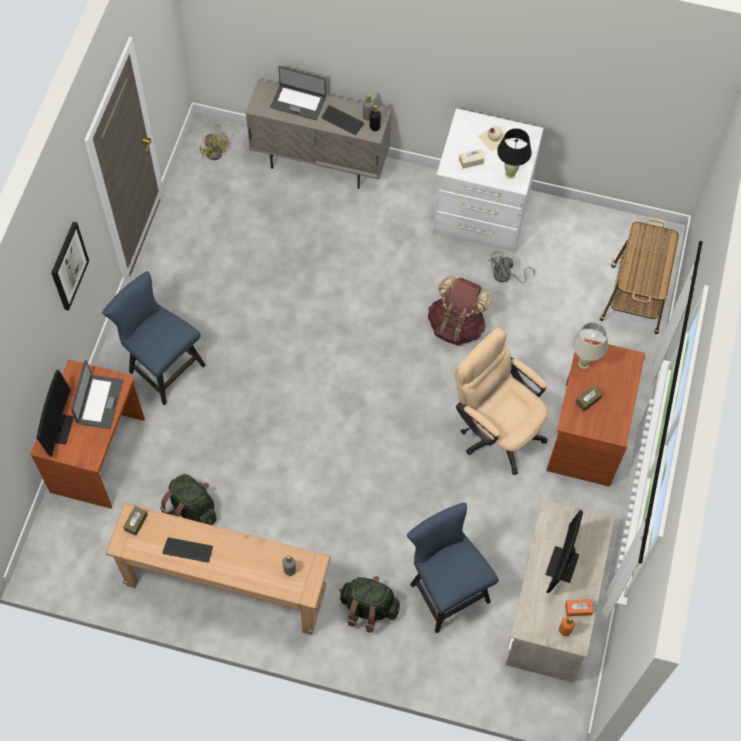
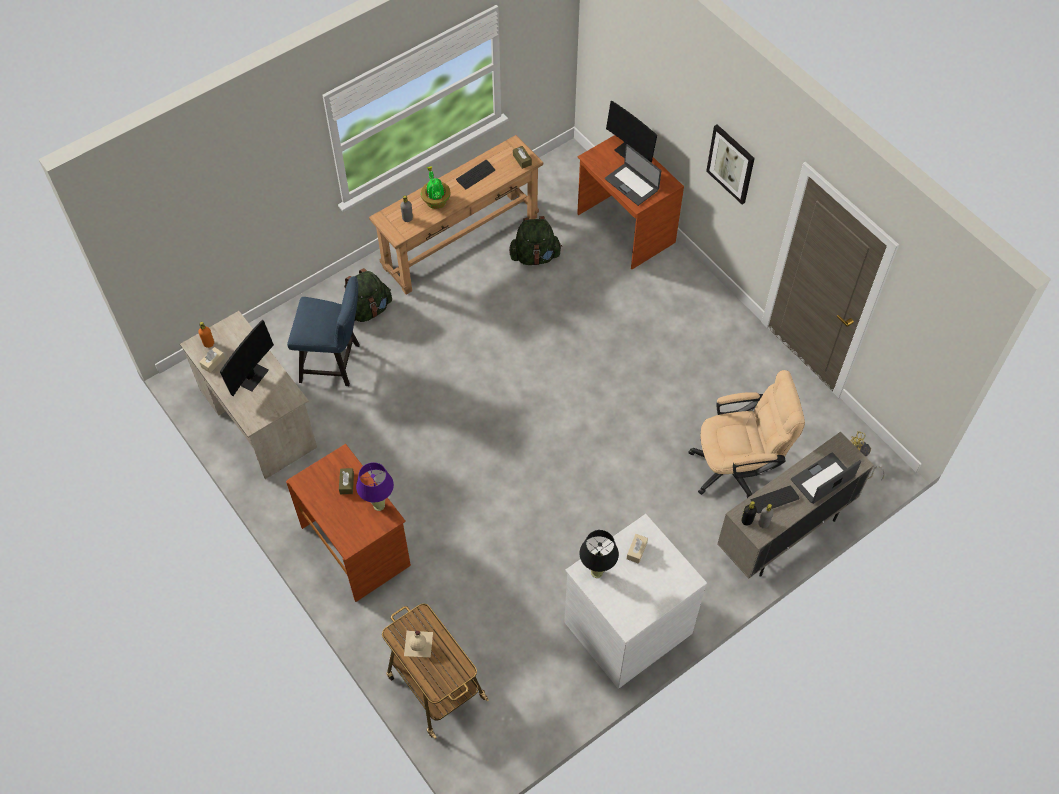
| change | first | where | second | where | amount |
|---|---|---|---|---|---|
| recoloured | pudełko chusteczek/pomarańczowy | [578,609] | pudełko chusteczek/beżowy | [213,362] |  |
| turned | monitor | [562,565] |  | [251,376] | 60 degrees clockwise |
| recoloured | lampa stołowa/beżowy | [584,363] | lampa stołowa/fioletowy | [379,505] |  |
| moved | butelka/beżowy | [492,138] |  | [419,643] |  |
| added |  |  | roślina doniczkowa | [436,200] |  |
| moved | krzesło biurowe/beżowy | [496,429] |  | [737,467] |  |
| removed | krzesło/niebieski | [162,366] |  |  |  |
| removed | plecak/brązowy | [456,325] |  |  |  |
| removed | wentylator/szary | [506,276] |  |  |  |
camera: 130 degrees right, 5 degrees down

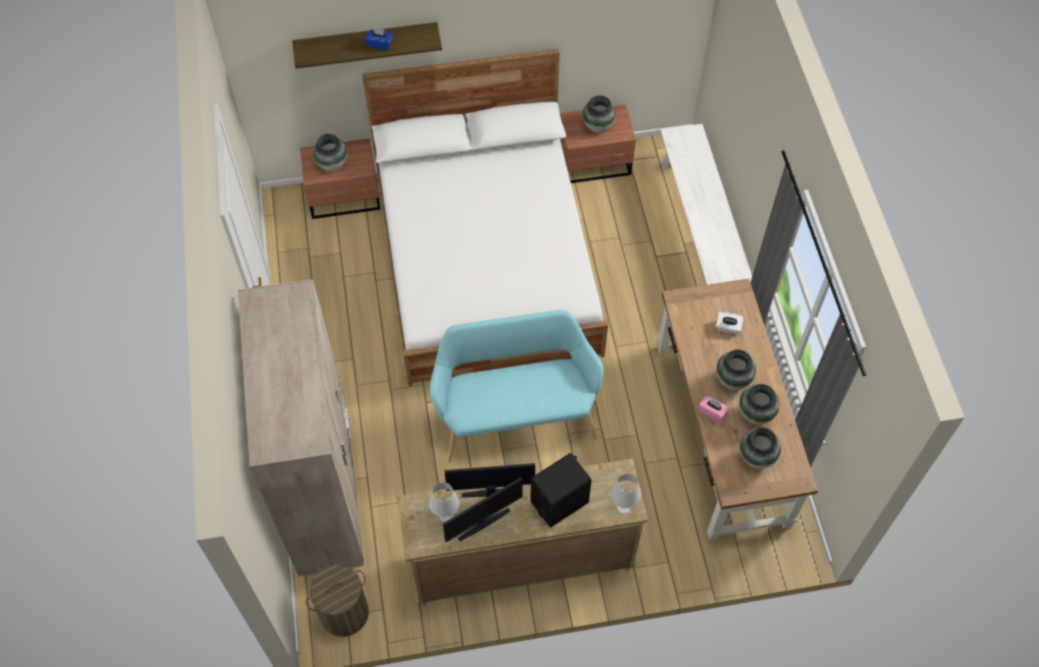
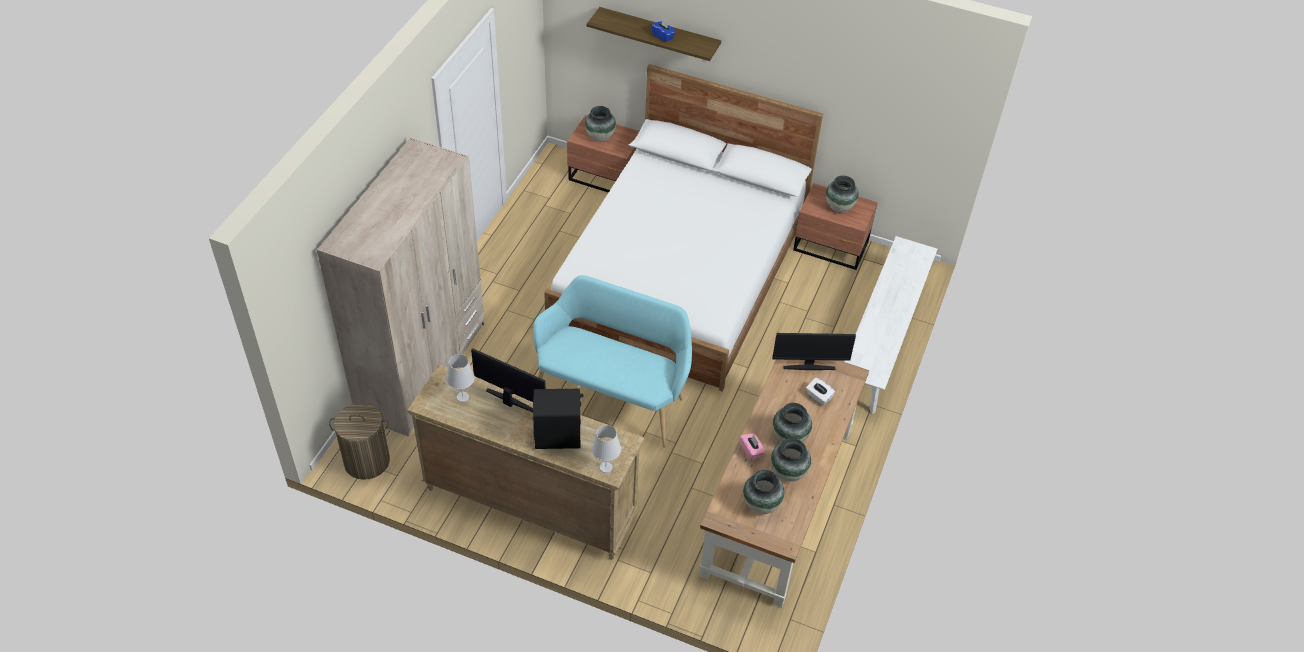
| change | first | where | second | where | amount |
|---|---|---|---|---|---|
| moved | monitor | [483,523] |  | [809,366] |  |
camera: 30 degrees right, 10 degrees down

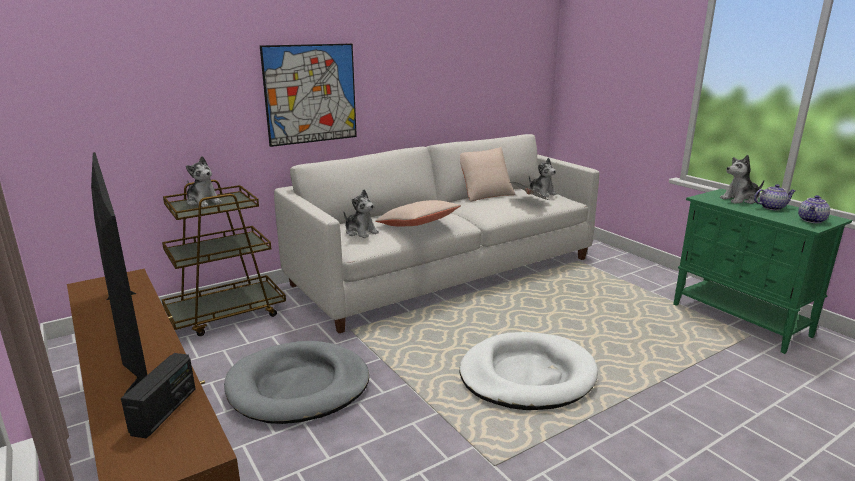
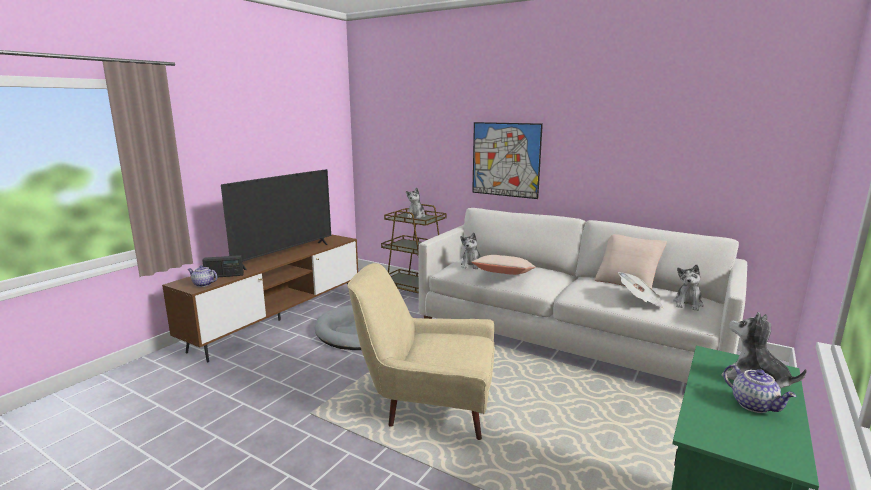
| change | first | where | second | where | amount |
|---|---|---|---|---|---|
| moved | imbryk | [812,220] |  | [203,284] |  |
| replaced | legowisko/biały | [527,375] | fotel/beżowy | [428,407] |  |
camera: 65 degrees right, 5 degrees down

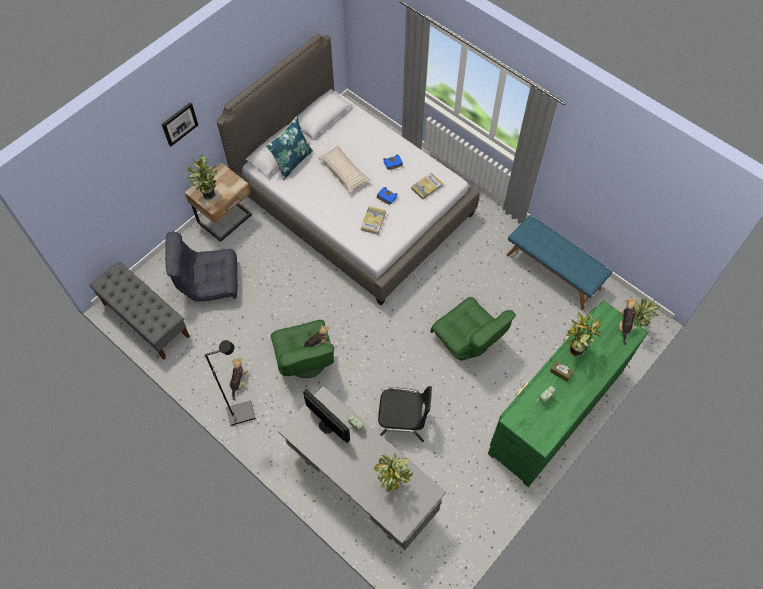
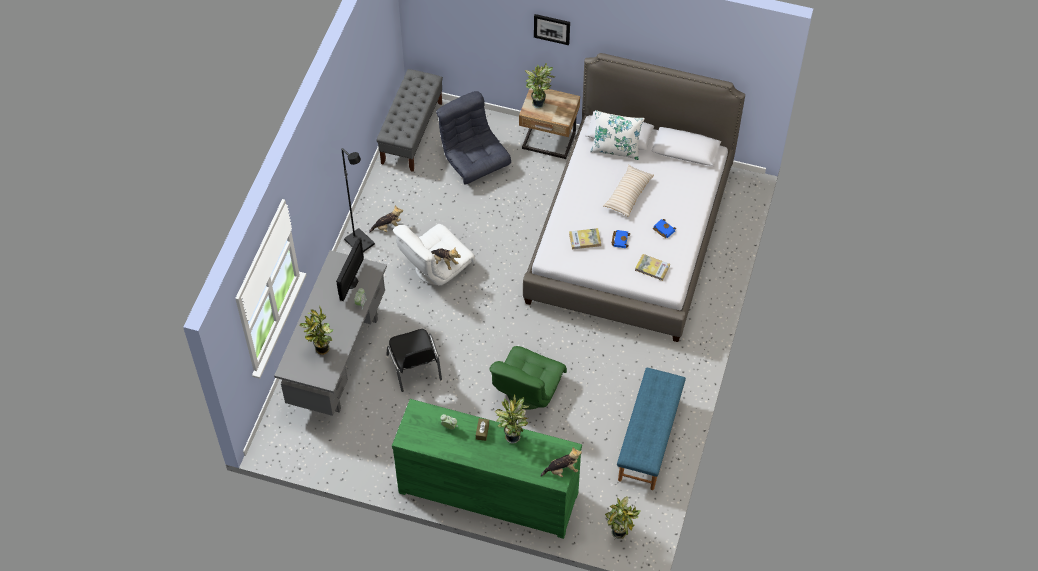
| change | first | where | second | where | amount |
|---|---|---|---|---|---|
| recoloured | fotel/zielony | [305,360] | fotel/biały | [435,267] |  |
| recoloured | poduszka/niebieski | [292,161] | poduszka/biały | [616,149] |  |
camera: 65 degrees right, 5 degrees down

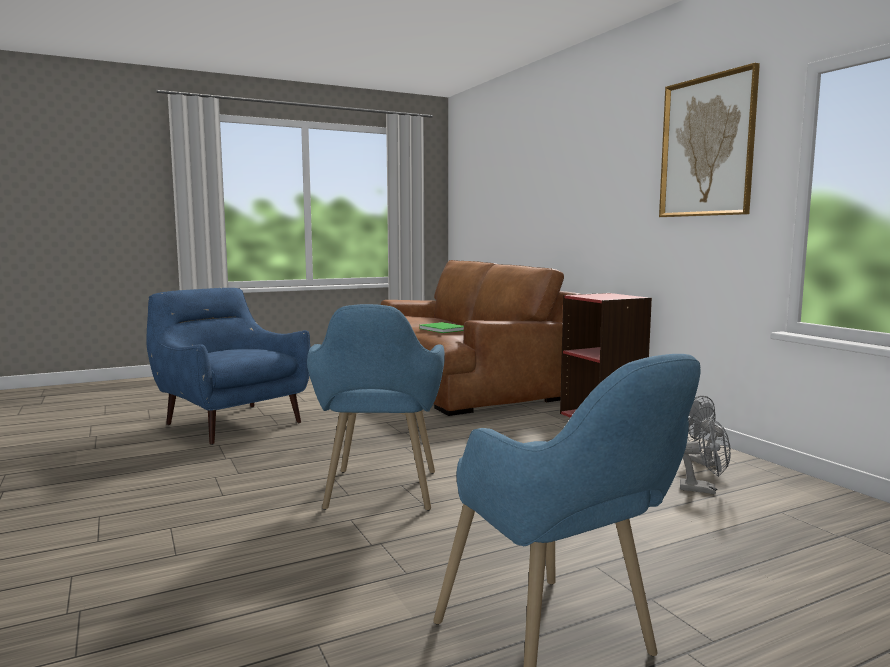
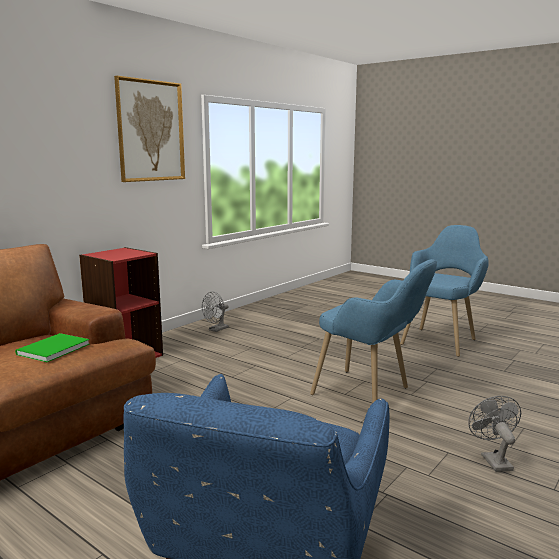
| change | first | where | second | where | amount |
|---|---|---|---|---|---|
| turned | fotel/niebieski | [380,497] |  | [371,395] | 60 degrees clockwise |
| moved | wentylator/szary | [704,489] |  | [493,460] |  |
camera: 115 degrees left, 5 degrees up

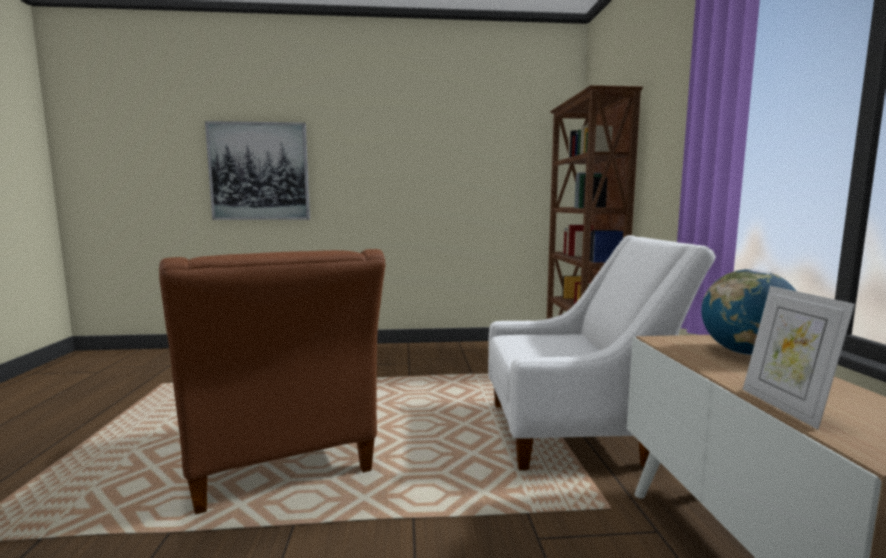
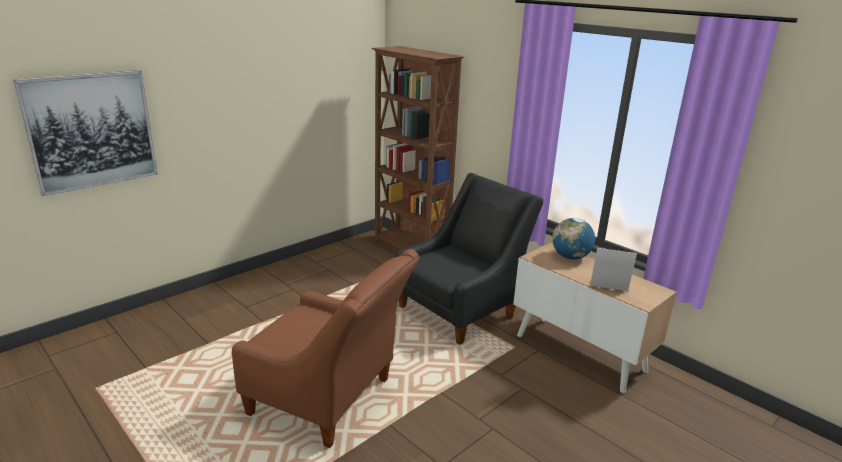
| change | first | where | second | where | amount |
|---|---|---|---|---|---|
| recoloured | fotel/biały | [577,432] | fotel/czarny | [462,309] |  |
| turned | ramka na zdjęcie | [785,407] |  | [609,290] | 150 degrees clockwise |
camera: 40 degrees left, 15 degrees up

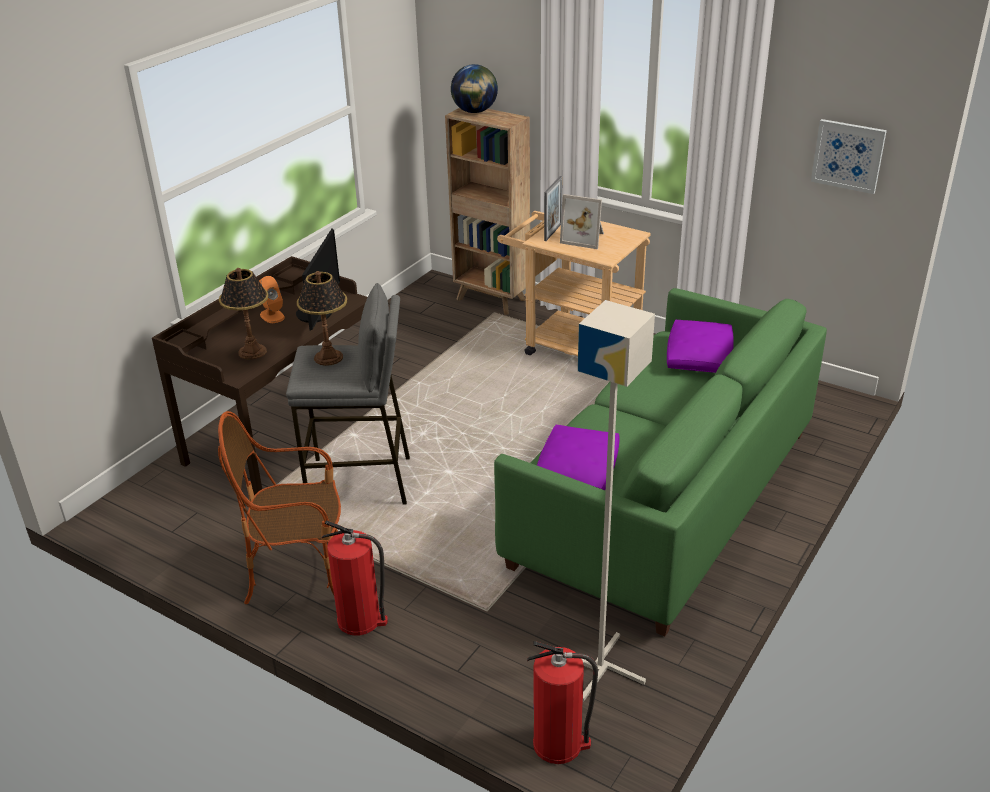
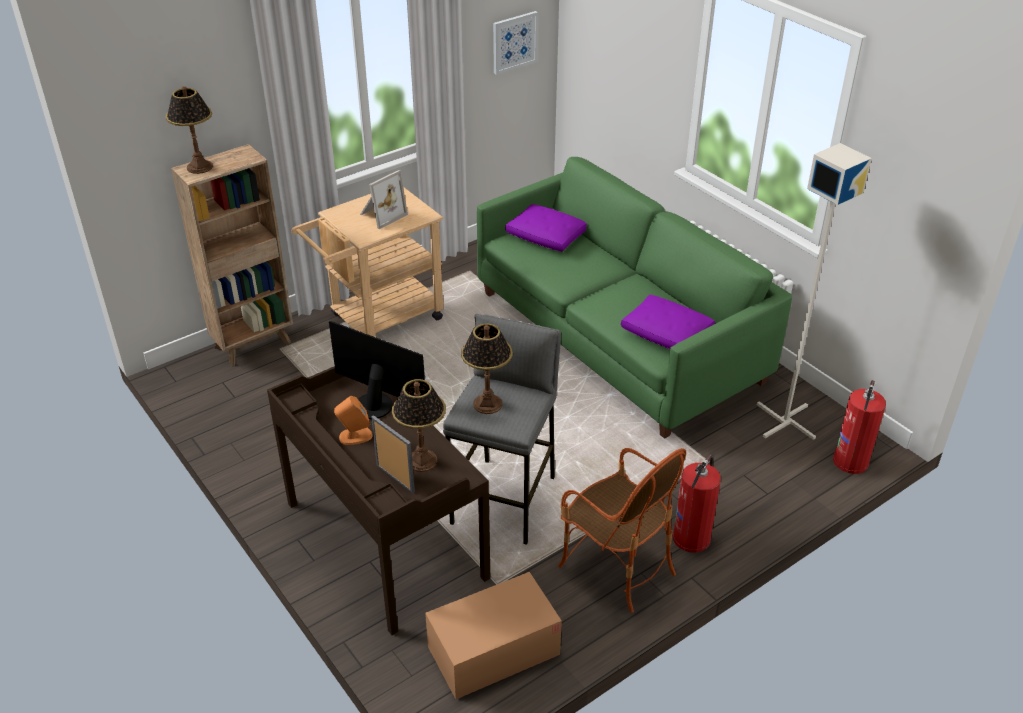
| change | first | where | second | where | amount |
|---|---|---|---|---|---|
| replaced | globus | [475,111] | lampa stołowa | [200,167] |  |
| moved | ramka na zdjęcie | [553,232] |  | [395,478] |  |
| added |  |  | karton | [493,650] |  |
| turned | fotel | [298,574] |  | [616,567] | 60 degrees counterclockwise |
camera: 70 degrees left, 5 degrees up

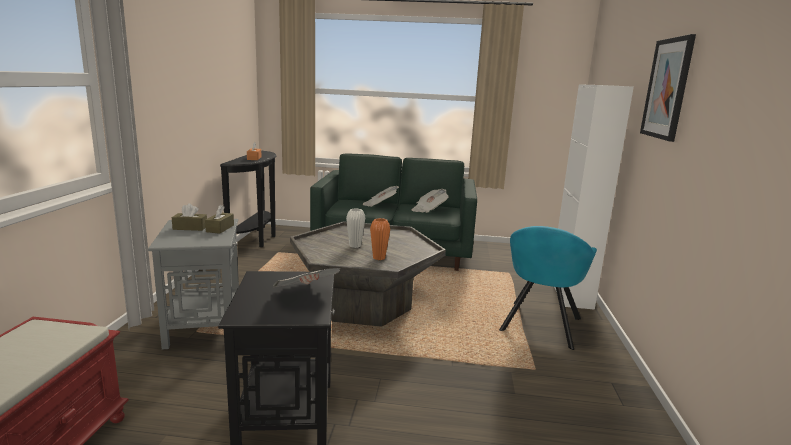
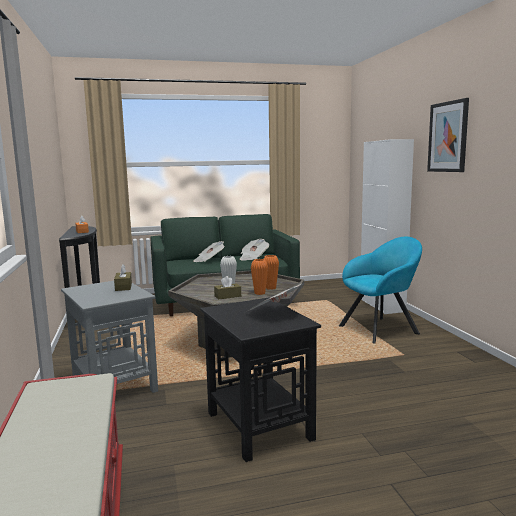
| change | first | where | second | where | amount |
|---|---|---|---|---|---|
| moved | pudełko chusteczek/brązowy | [190,228] |  | [227,296] |  |
| added |  |  | wazon/pomarańczowy | [271,288] |  |
| turned | fotel/turkusowy | [539,326] |  | [381,329] | 120 degrees counterclockwise |
camera: 20 degrees left, 5 degrees down

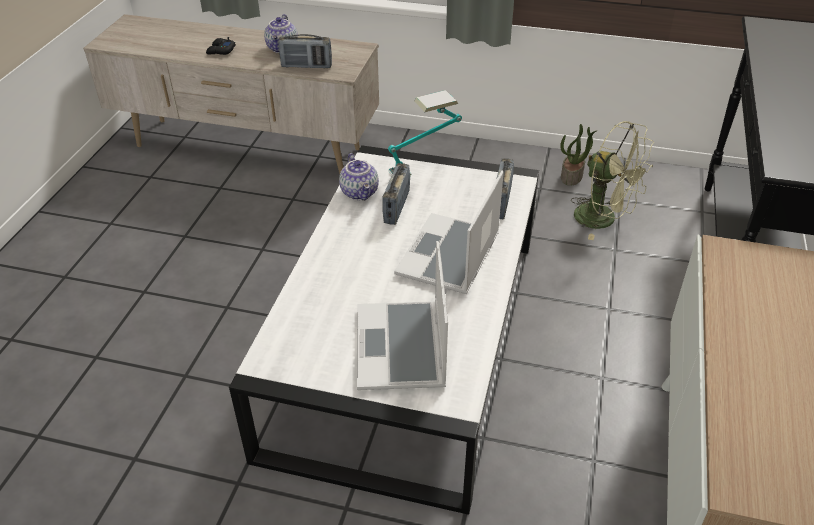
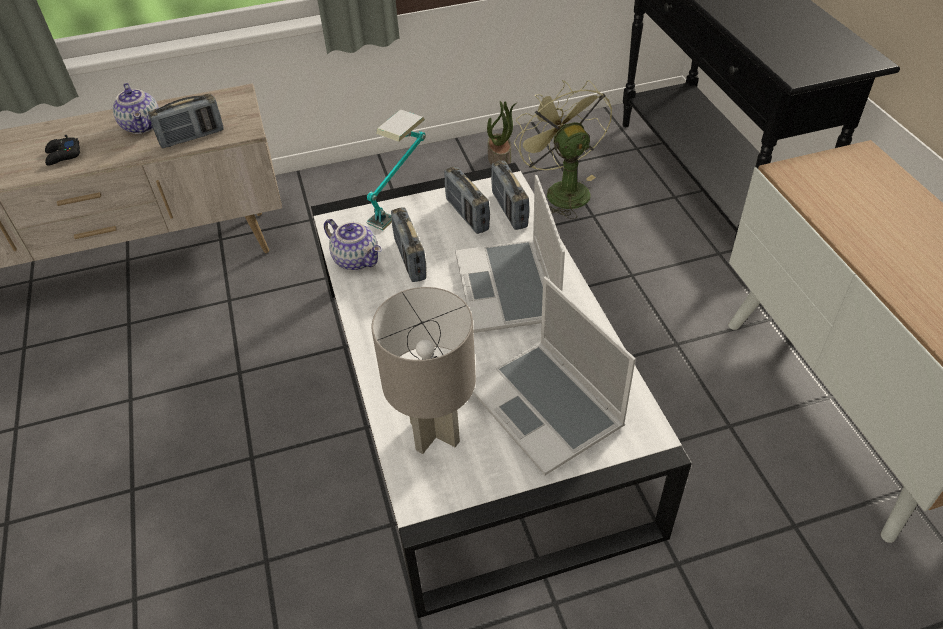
| change | first | where | second | where | amount |
|---|---|---|---|---|---|
| added |  |  | lampa stołowa/szary | [435,433] |  |
| added |  |  | radio | [467,215] |  |
| turned | wentylator/zielony | [604,220] |  | [561,190] | 120 degrees counterclockwise |
camera: 30 degrees left, 5 degrees up

